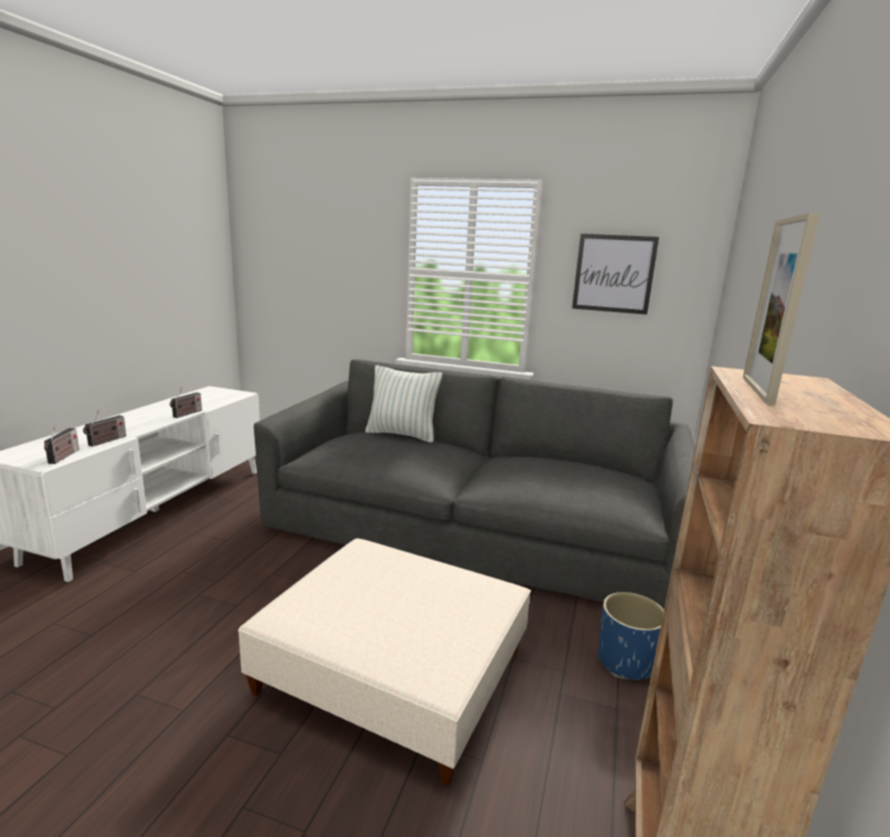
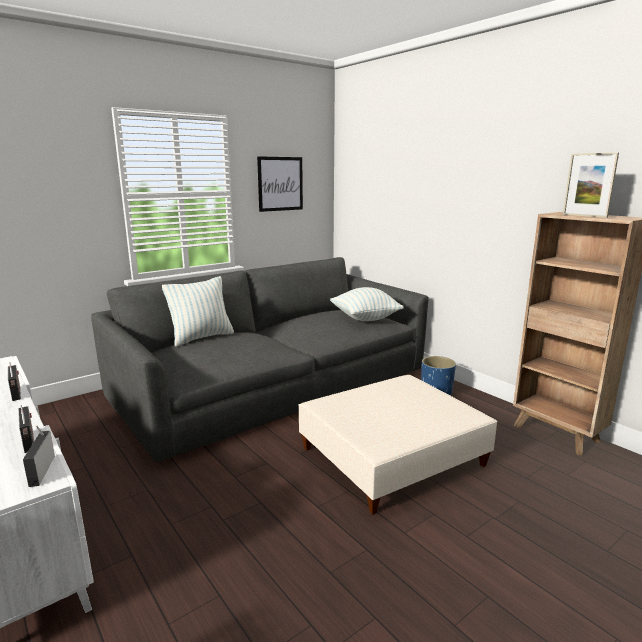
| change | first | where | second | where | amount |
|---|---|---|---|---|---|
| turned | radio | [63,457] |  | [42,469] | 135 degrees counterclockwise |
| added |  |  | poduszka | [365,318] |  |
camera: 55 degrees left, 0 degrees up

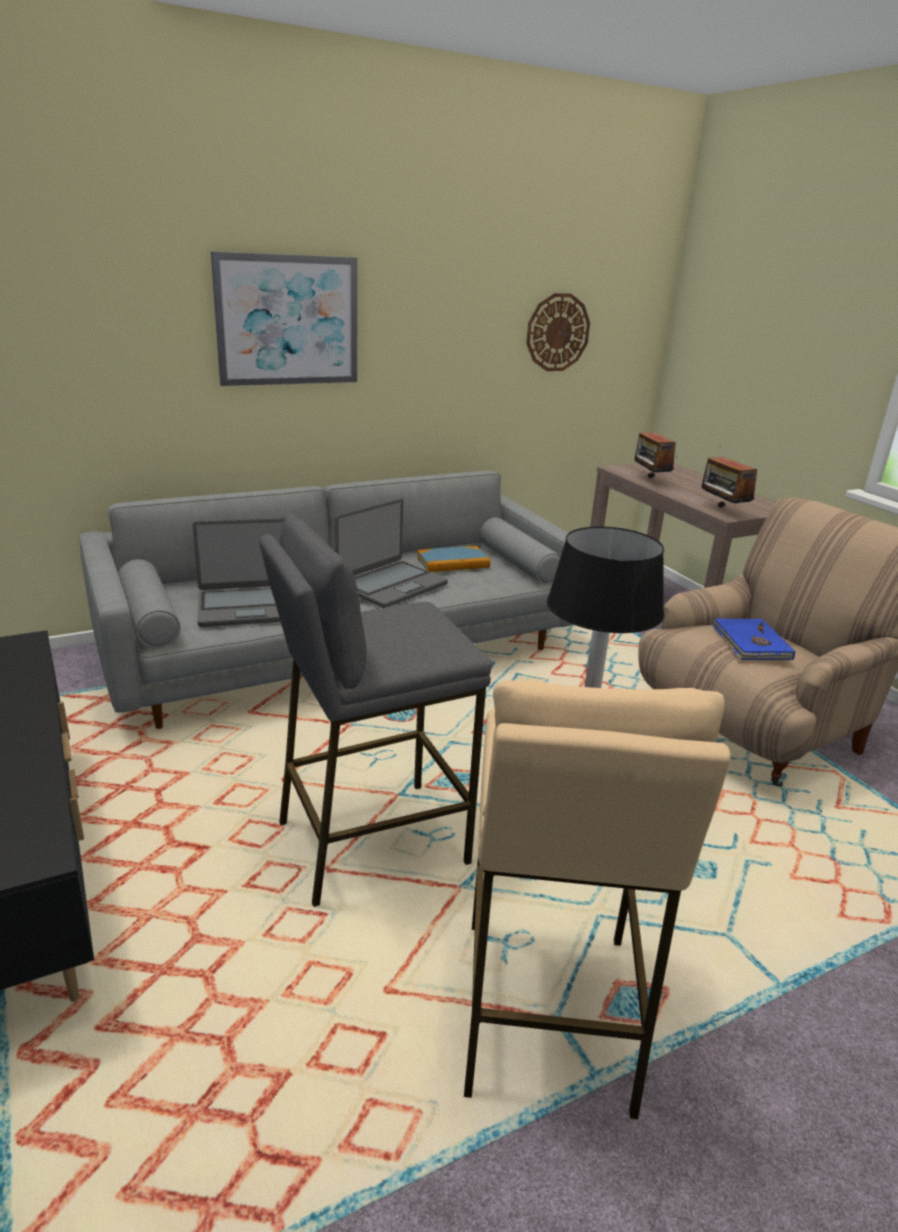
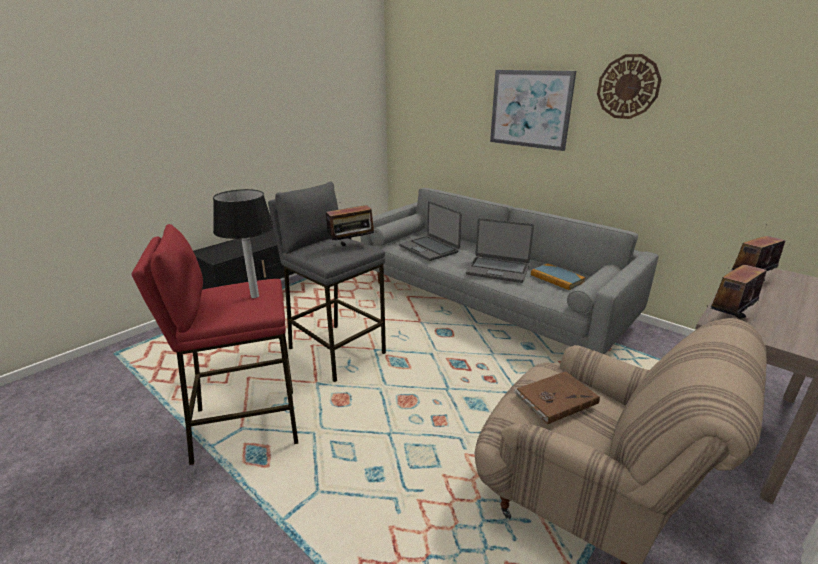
| change | first | where | second | where | amount |
|---|---|---|---|---|---|
| recoloured | stołek/beżowy | [546,1012] | stołek/czerwony | [245,425] |  |
| added |  |  | radio | [352,246] |  |
| recoloured | książka/niebieski | [750,643] | książka/brązowy | [555,399] |  |
| moved | zegar ścienny | [557,332] |  | [628,87] |  |
camera: 70 degrees right, 0 degrees up

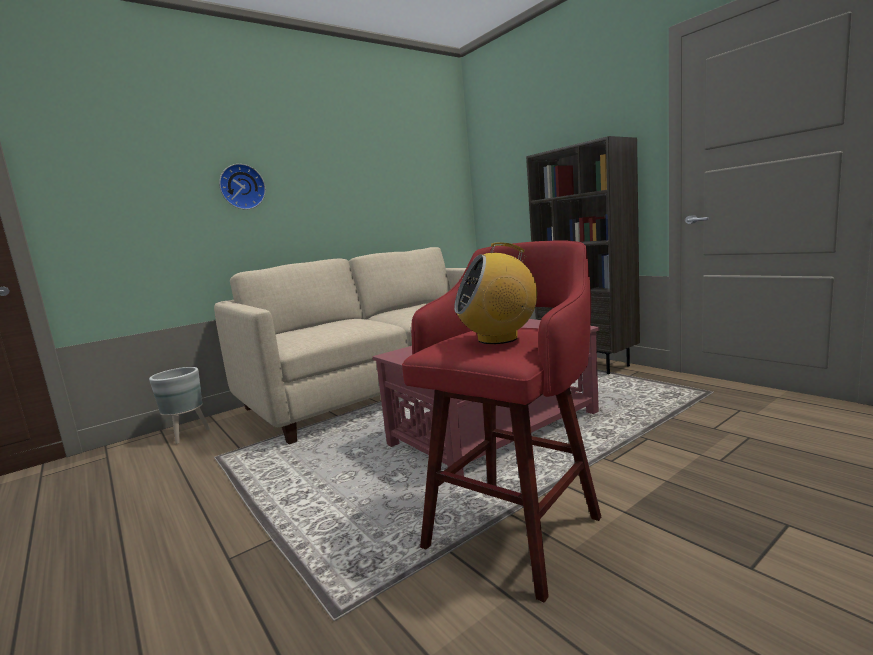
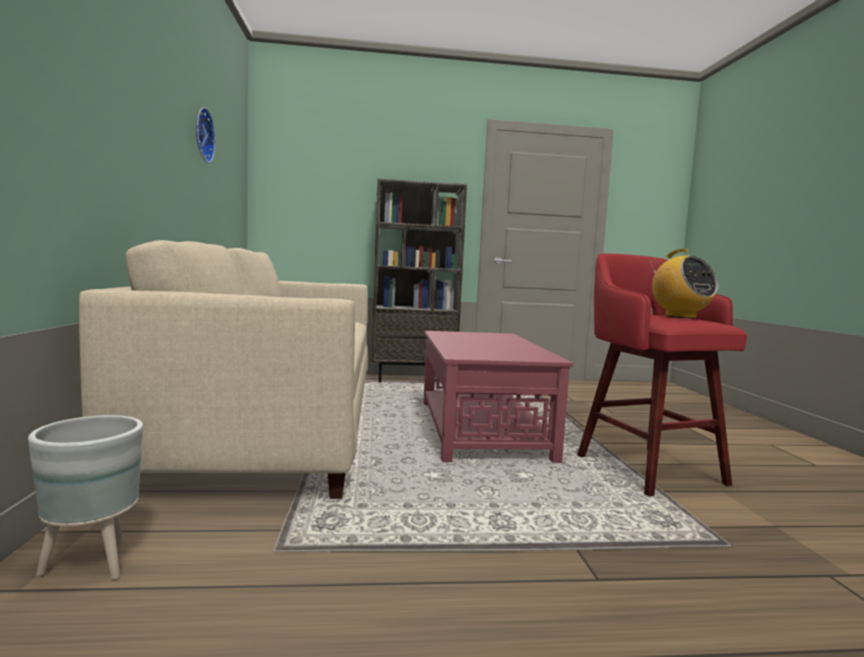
| change | first | where | second | where | amount |
|---|---|---|---|---|---|
| moved | zegar ścienny | [241,187] |  | [201,135] |  |
| turned | radio | [498,339] |  | [680,316] | 45 degrees counterclockwise |
camera: 60 degrees left, 5 degrees down

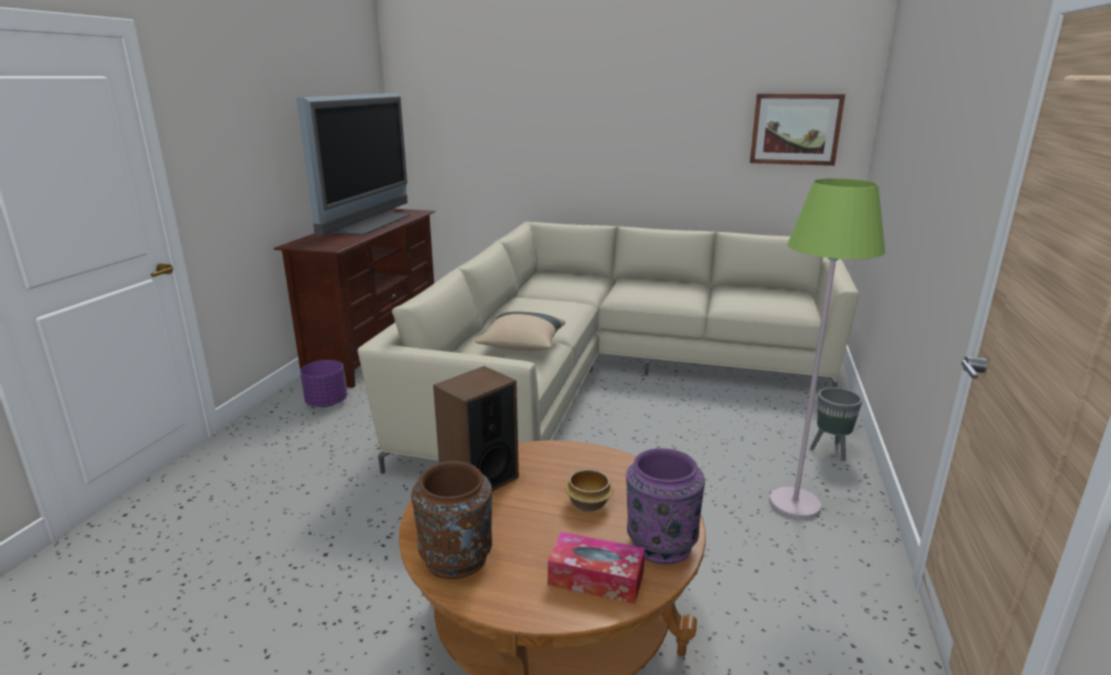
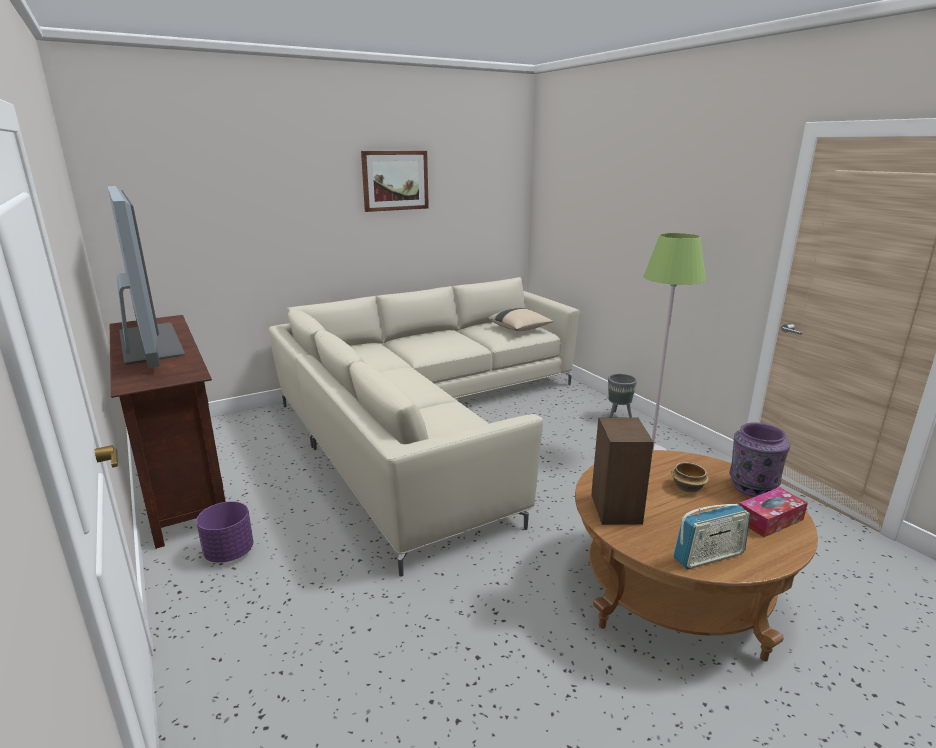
| change | first | where | second | where | amount |
|---|---|---|---|---|---|
| moved | obraz | [795,129] |  | [395,180] |  |
| moved | poduszka/beżowy | [522,346] |  | [520,329] |  |
| replaced | wazon/brązowy | [456,560] | radio | [708,556] |  |
camera: 45 degrees left, 0 degrees up

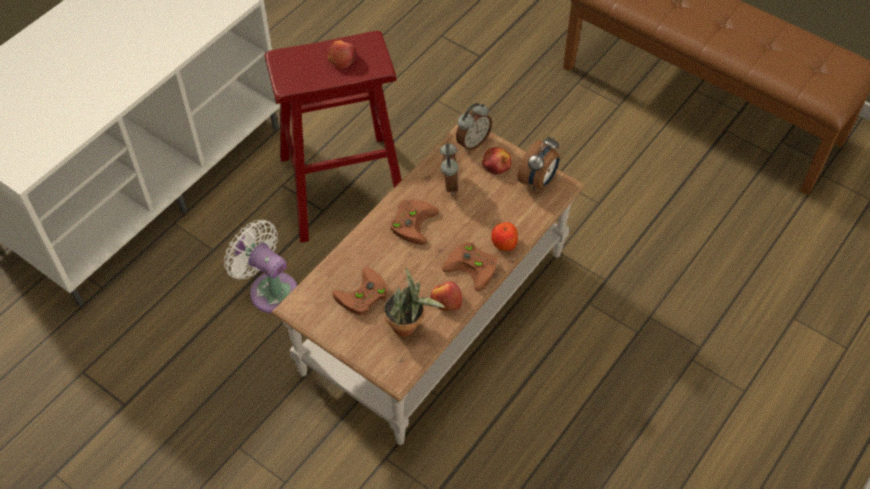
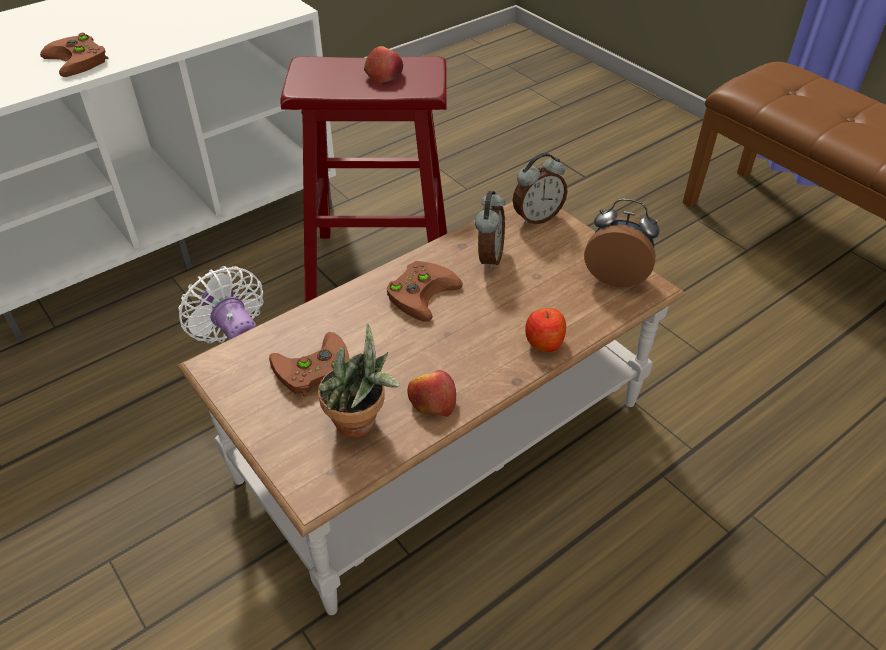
| change | first | where | second | where | amount |
|---|---|---|---|---|---|
| moved | pad do gier/brązowy | [474,267] |  | [80,60] |  |
| turned | budzik | [538,181] |  | [616,275] | 120 degrees counterclockwise |
| removed | jabłko | [496,165] |  |  |  |
camera: 15 degrees right, 10 degrees down

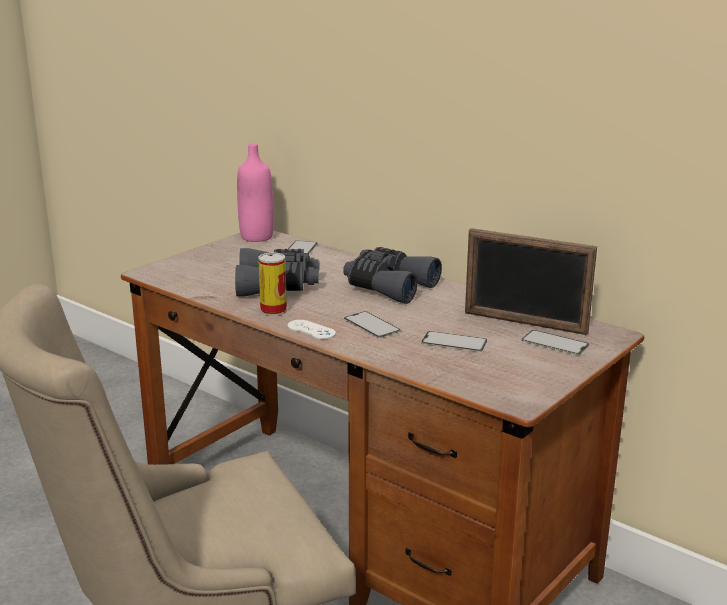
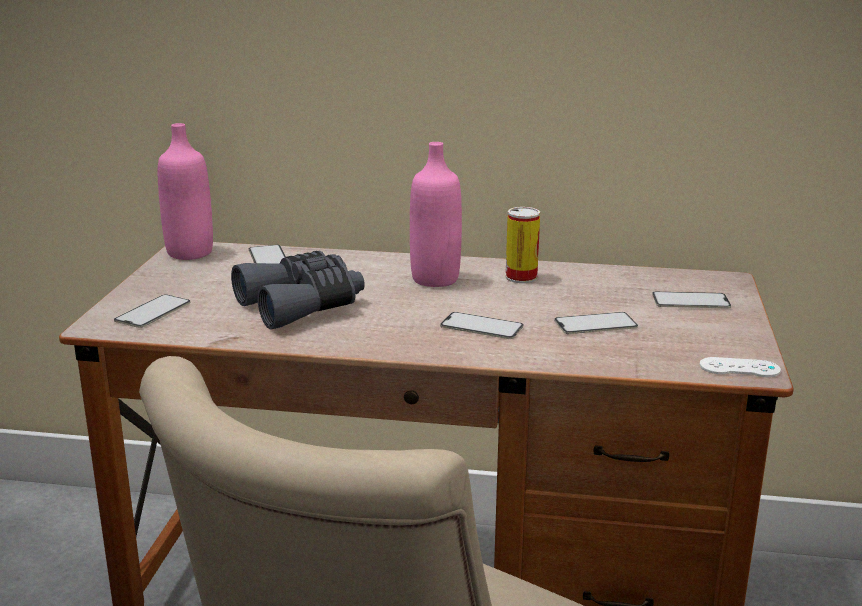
| change | first | where | second | where | amount |
|---|---|---|---|---|---|
| added |  |  | telefon | [153,312] |  |
| replaced | lornetka/szary | [388,287] | butelka/różowy | [435,279] |  |
| moved | puszka | [273,310] |  | [521,277] |  |
| moved | pad do gier/biały | [311,330] |  | [739,368] |  |
| removed | ramka na zdjęcie | [524,323] |  |  |  |
camera: 30 degrees left, 0 degrees up

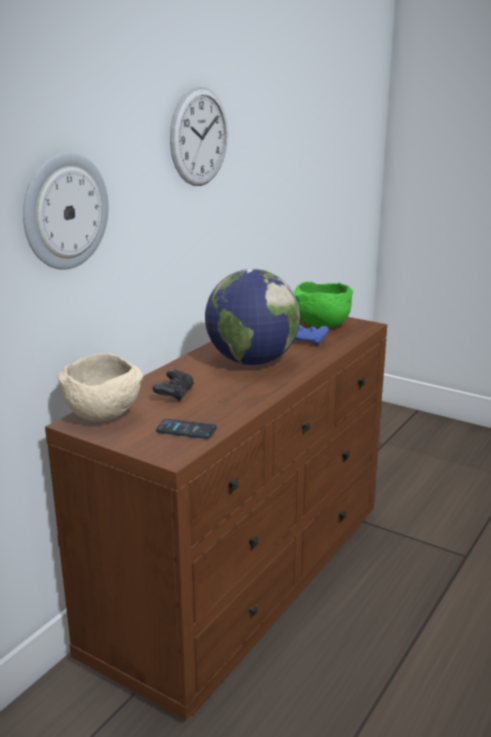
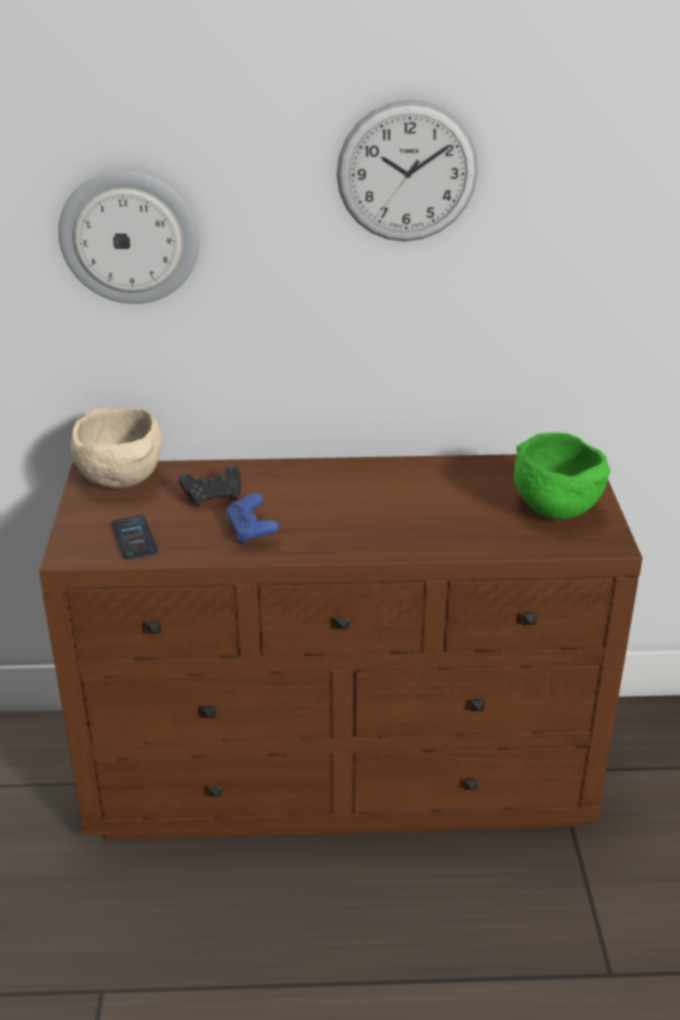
| change | first | where | second | where | amount |
|---|---|---|---|---|---|
| moved | pad do gier/niebieski | [306,342] |  | [252,531] |  |
| removed | globus | [252,361] |  |  |  |
camera: 55 degrees right, 10 degrees up

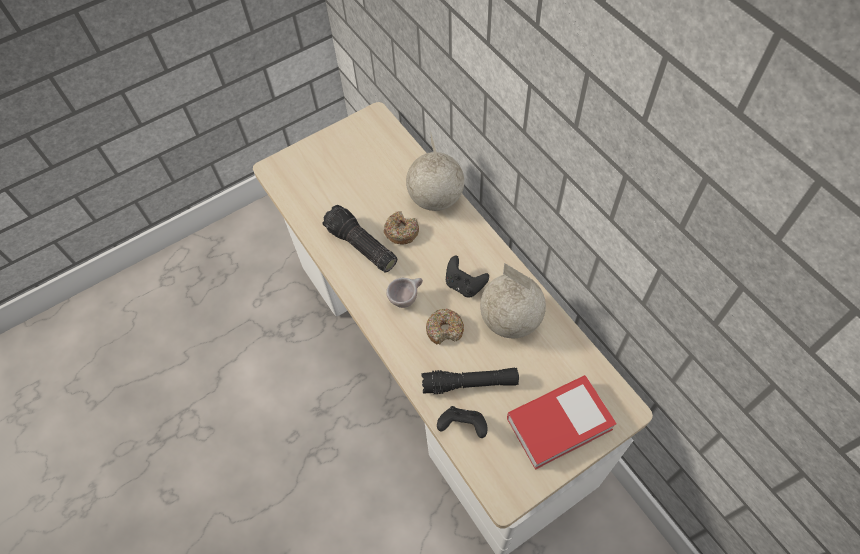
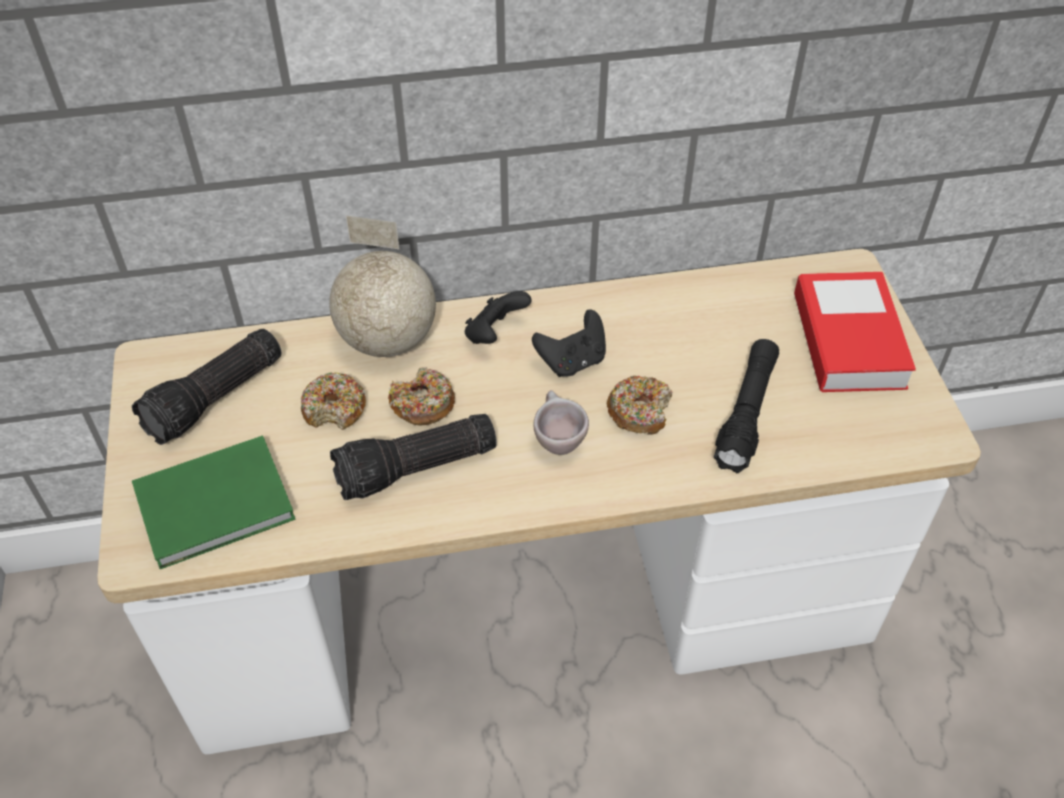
| change | first | where | second | where | amount |
|---|---|---|---|---|---|
| added |  |  | latarka | [216,400] |  |
| added |  |  | książka/zielony | [219,505] |  |
| added |  |  | donut | [335,409] |  |
| moved | pad do gier/czarny | [463,426] |  | [495,334] |  |
| removed | globus | [510,321] |  |  |  |
camera: 70 degrees left, 10 degrees down

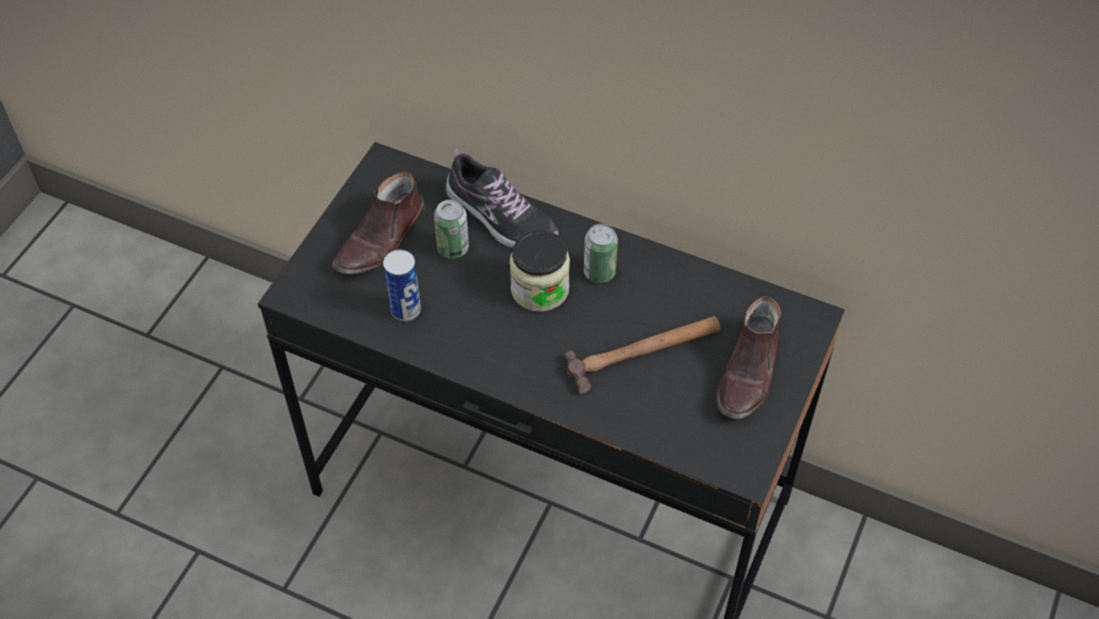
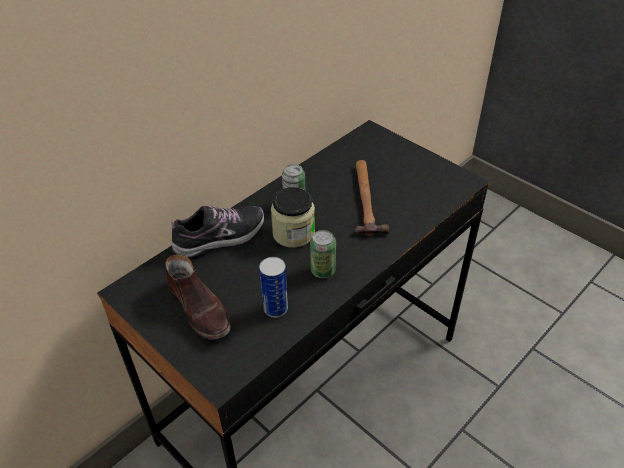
| change | first | where | second | where | amount |
|---|---|---|---|---|---|
| moved | puszka | [453,248] |  | [323,270] |  |
| removed | but/brązowy | [749,372] |  |  |  |
camera: 70 degrees left, 10 degrees down

